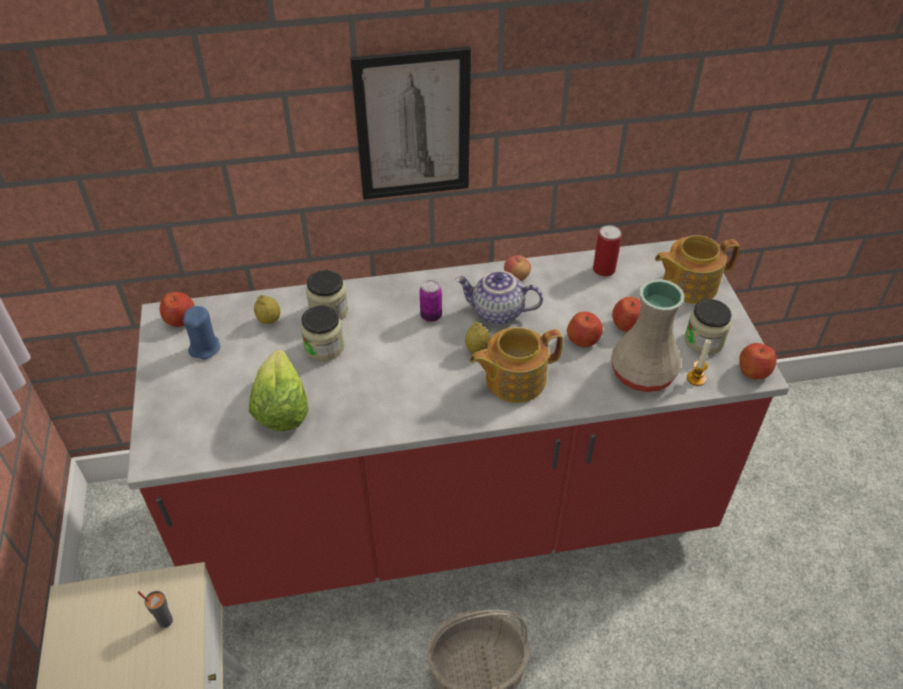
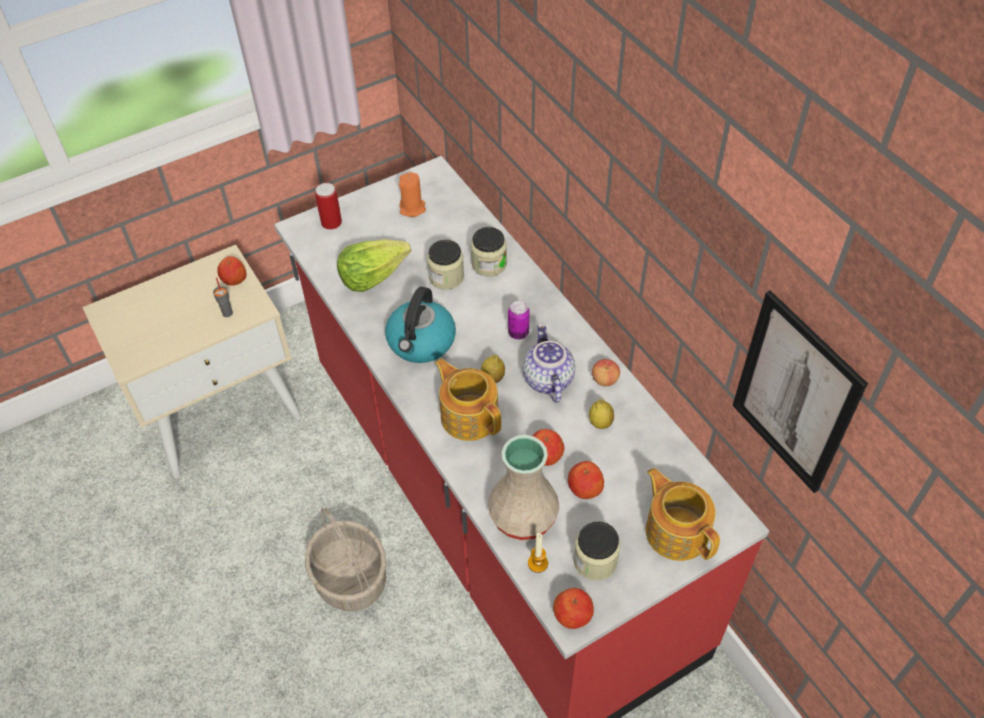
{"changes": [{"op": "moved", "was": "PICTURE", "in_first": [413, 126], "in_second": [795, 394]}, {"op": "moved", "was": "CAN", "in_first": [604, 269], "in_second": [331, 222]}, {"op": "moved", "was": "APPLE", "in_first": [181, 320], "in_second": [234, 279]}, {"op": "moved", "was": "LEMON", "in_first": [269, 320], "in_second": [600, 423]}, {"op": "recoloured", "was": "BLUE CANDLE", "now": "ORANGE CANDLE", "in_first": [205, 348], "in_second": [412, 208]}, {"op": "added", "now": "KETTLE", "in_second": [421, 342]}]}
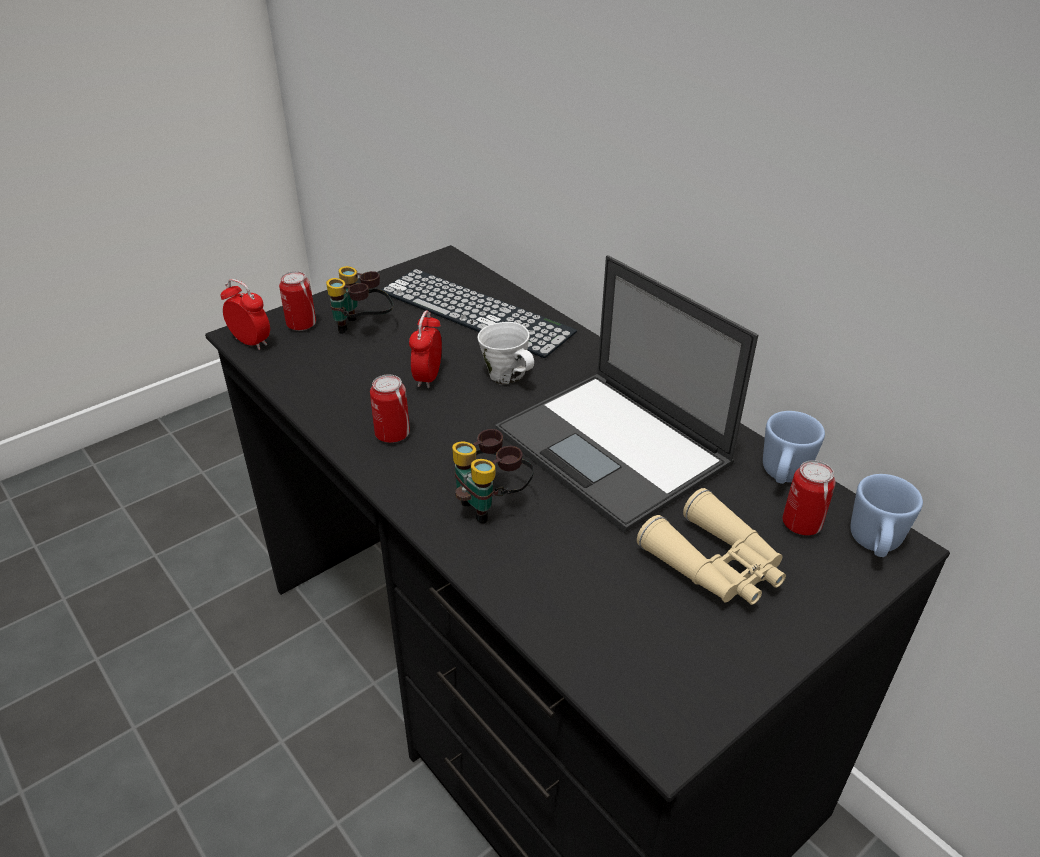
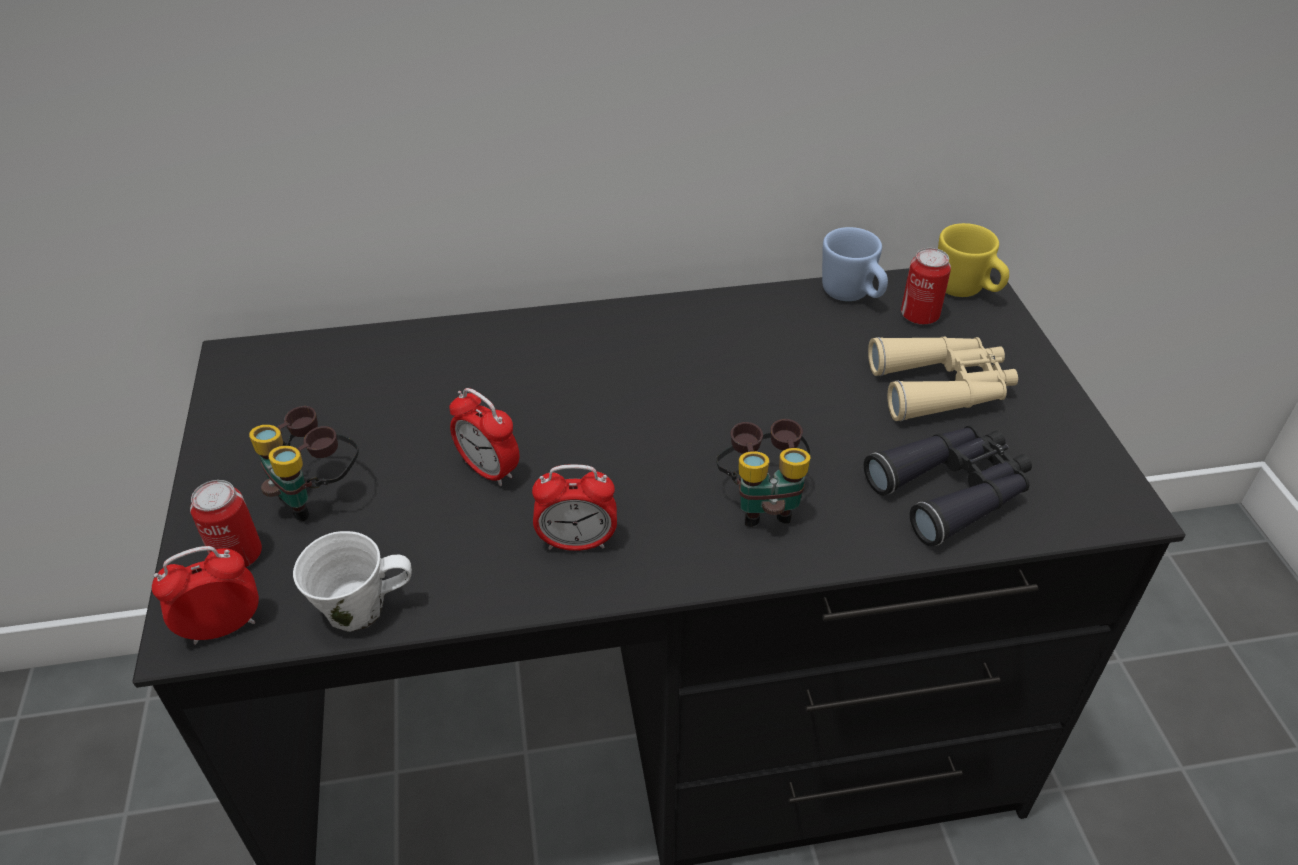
{"changes": [{"op": "removed", "was": "LAPTOP", "in_first": [614, 449]}, {"op": "removed", "was": "KEYBOARD", "in_first": [475, 311]}, {"op": "moved", "was": "WHITE MUG", "in_first": [507, 376], "in_second": [360, 609]}, {"op": "replaced", "was": "CAN", "now": "ALARM CLOCK", "in_first": [392, 434], "in_second": [577, 542]}, {"op": "recoloured", "was": "BLUE MUG", "now": "YELLOW MUG", "in_first": [874, 545], "in_second": [966, 291]}, {"op": "added", "now": "BLACK BINOCULARS", "in_second": [952, 490]}]}
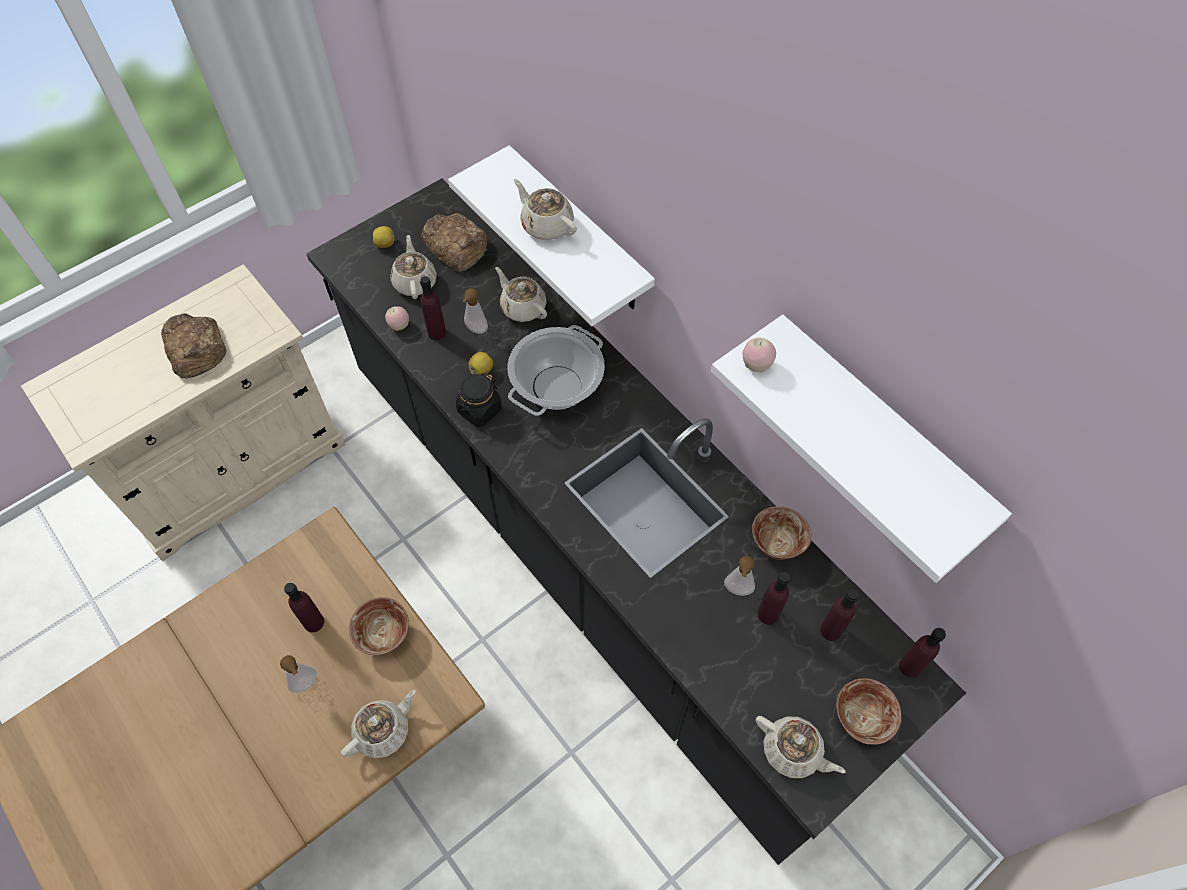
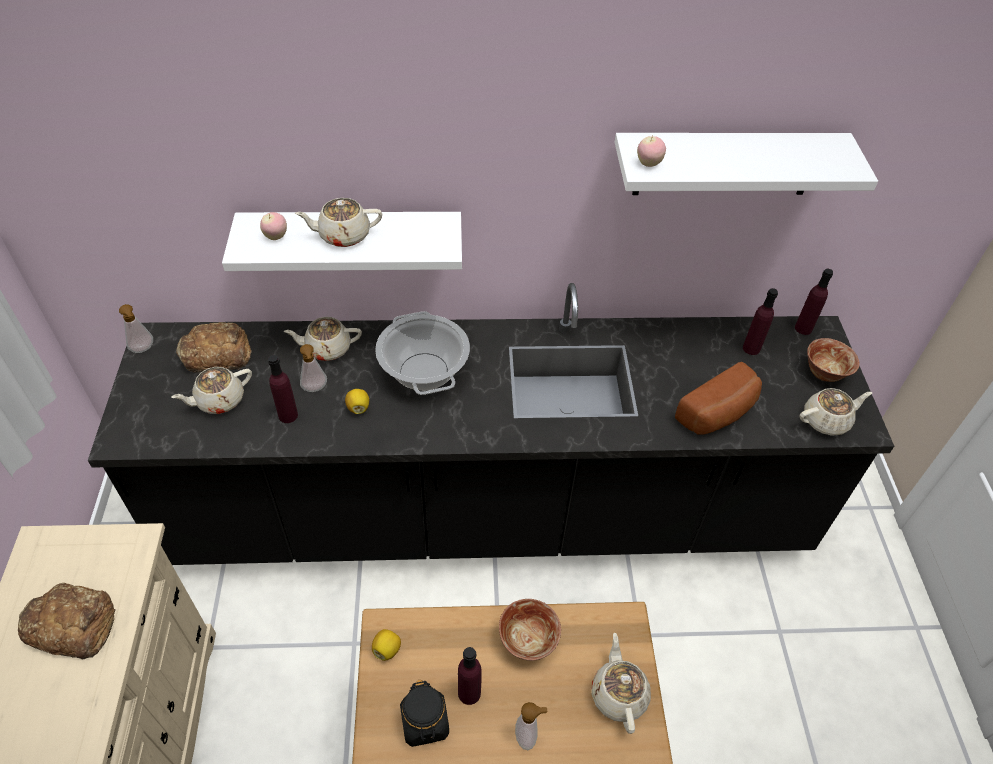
{"changes": [{"op": "moved", "was": "LEMON", "in_first": [385, 244], "in_second": [387, 649]}, {"op": "turned", "was": "BEIGE TEAPOT", "in_first": [415, 282], "in_second": [219, 400], "clockwise": -60}, {"op": "moved", "was": "APPLE", "in_first": [399, 326], "in_second": [276, 236]}, {"op": "moved", "was": "BLACK JAR", "in_first": [479, 410], "in_second": [425, 722]}, {"op": "removed", "was": "BOWL", "in_first": [776, 544]}, {"op": "moved", "was": "SOAP DISPENSER", "in_first": [737, 591], "in_second": [143, 350]}, {"op": "removed", "was": "PURPLE BOTTLE", "in_first": [768, 614]}, {"op": "added", "now": "BREAD", "in_second": [719, 414]}]}
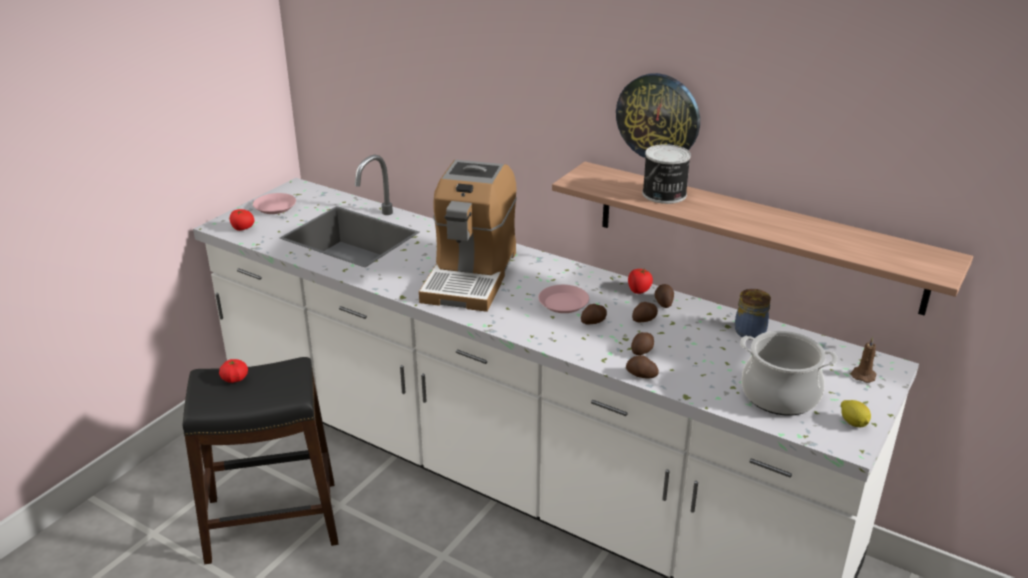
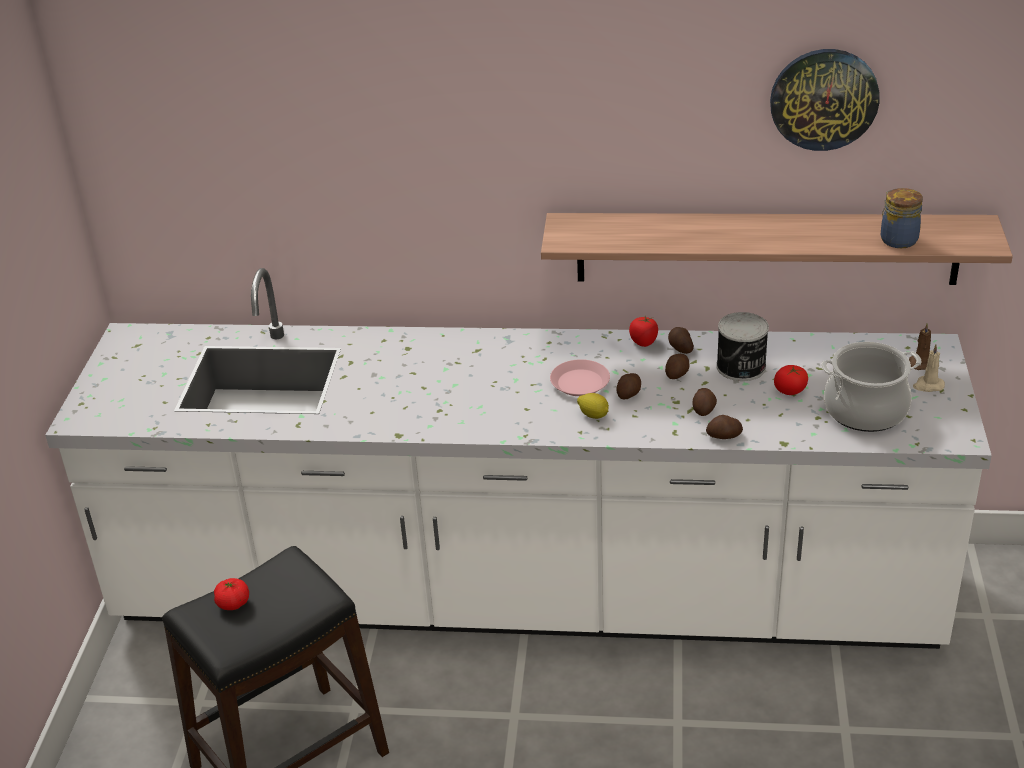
{"changes": [{"op": "moved", "was": "WALL CLOCK", "in_first": [658, 117], "in_second": [824, 99]}, {"op": "moved", "was": "CAN", "in_first": [664, 194], "in_second": [741, 367]}, {"op": "removed", "was": "COFFEE MACHINE", "in_first": [470, 276]}, {"op": "removed", "was": "PINK PLATE", "in_first": [275, 207]}, {"op": "moved", "was": "TOMATO", "in_first": [242, 228], "in_second": [790, 391]}, {"op": "moved", "was": "JAR", "in_first": [749, 331], "in_second": [897, 239]}, {"op": "moved", "was": "LEMON", "in_first": [853, 423], "in_second": [593, 415]}, {"op": "added", "now": "BEIGE CANDLE", "in_second": [928, 385]}]}
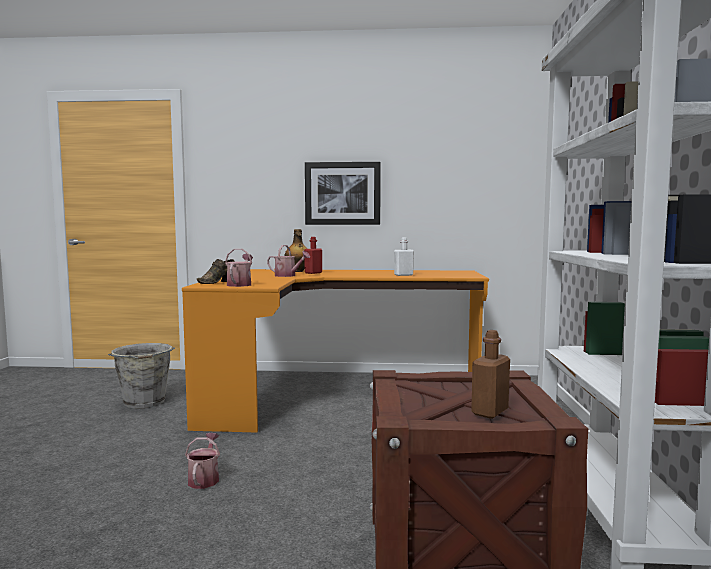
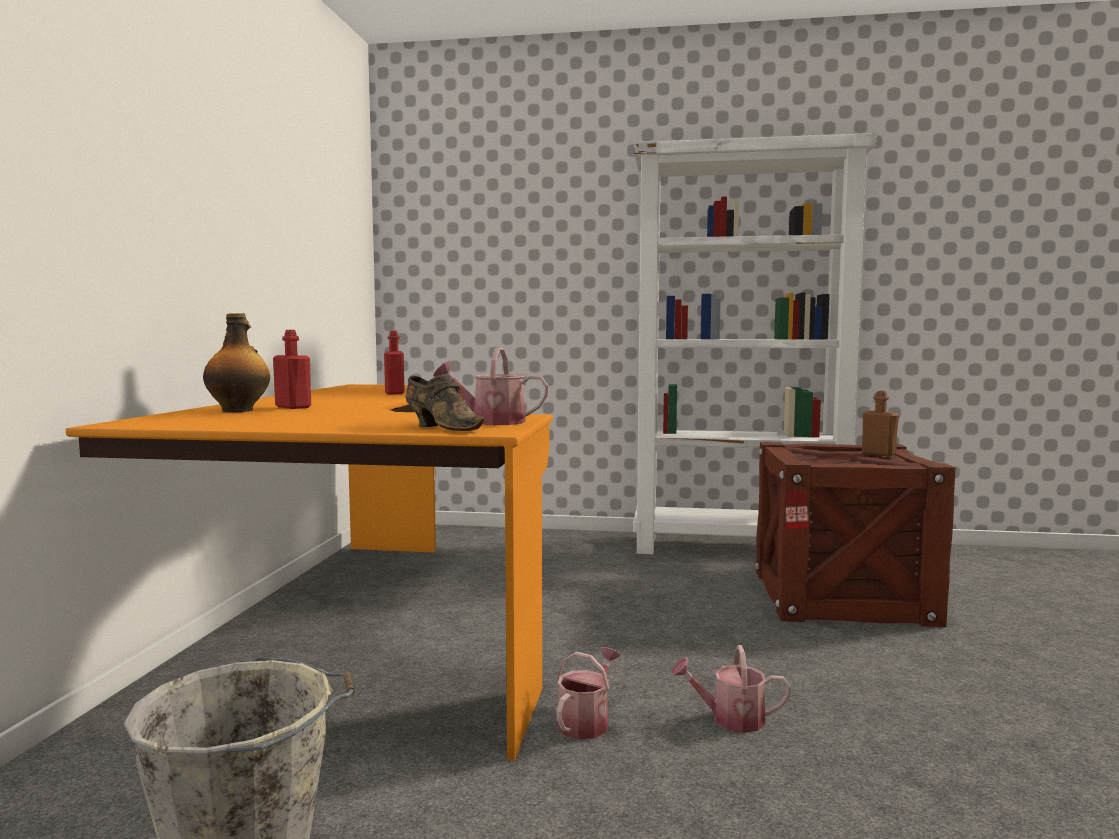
{"changes": [{"op": "removed", "was": "PICTURE", "in_first": [342, 193]}, {"op": "recoloured", "was": "WHITE BOTTLE", "now": "RED BOTTLE", "in_first": [403, 275], "in_second": [394, 393]}, {"op": "moved", "was": "WATERING CAN", "in_first": [288, 276], "in_second": [586, 722]}]}
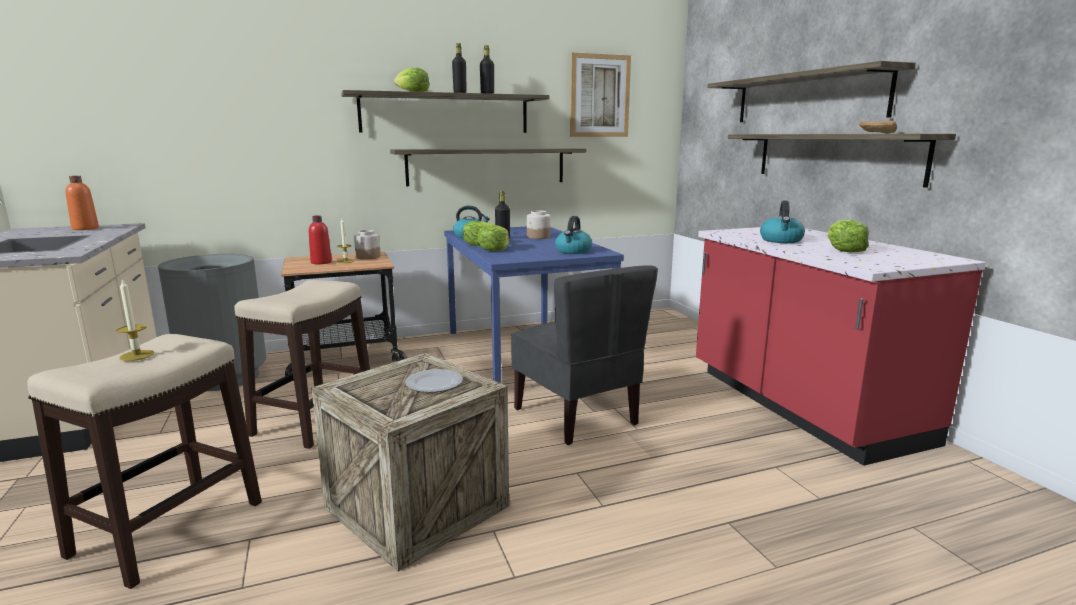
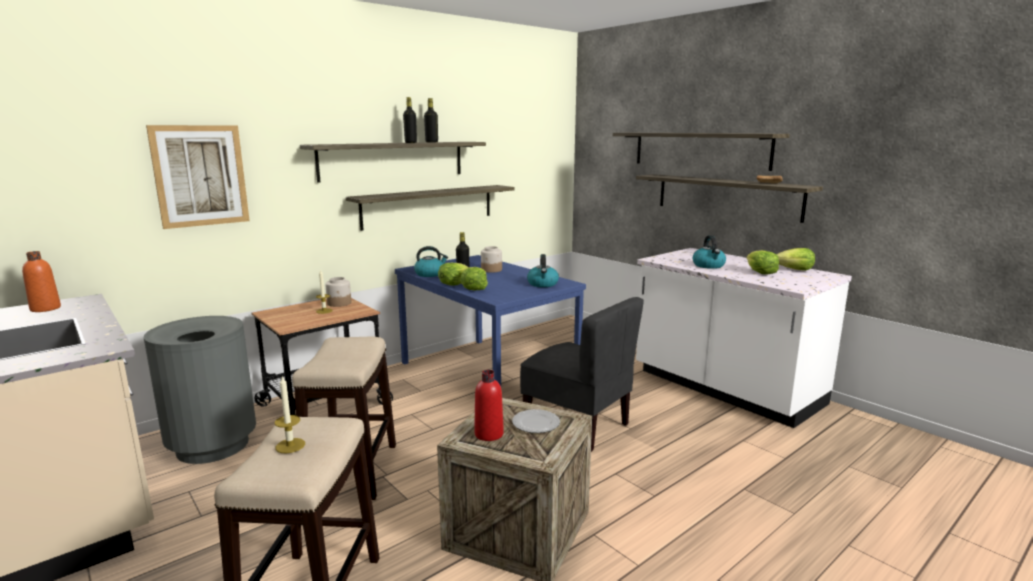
{"changes": [{"op": "moved", "was": "PICTURE", "in_first": [599, 96], "in_second": [200, 176]}, {"op": "moved", "was": "LETTUCE", "in_first": [412, 92], "in_second": [794, 270]}, {"op": "moved", "was": "RED BOTTLE", "in_first": [321, 262], "in_second": [489, 434]}, {"op": "recoloured", "was": "RED COUNTER", "now": "WHITE COUNTER", "in_first": [801, 406], "in_second": [725, 388]}]}
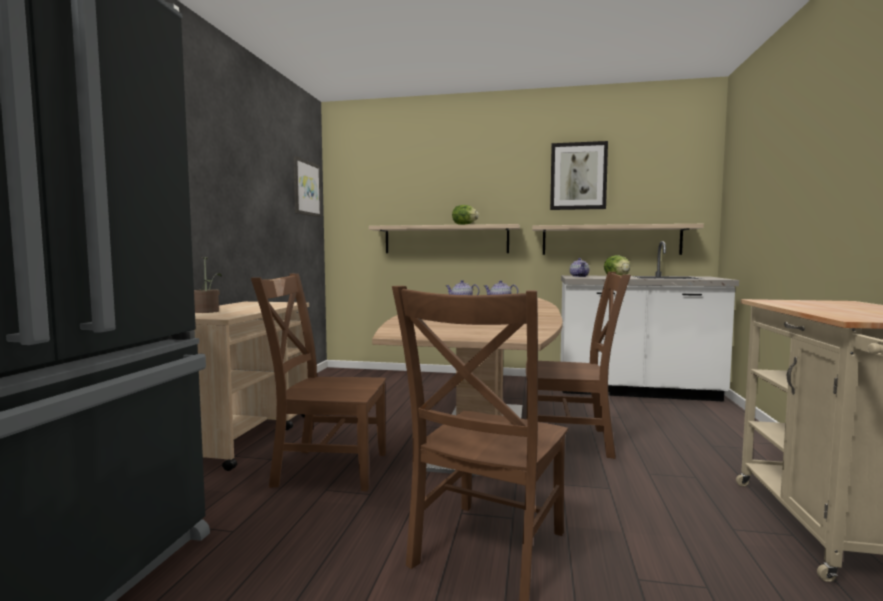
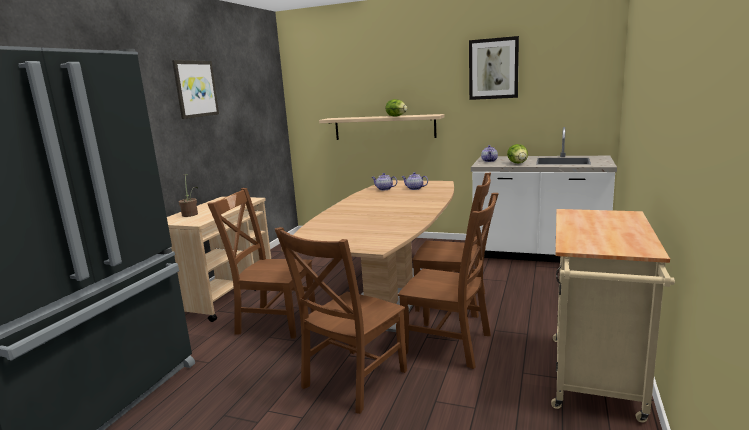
{"changes": [{"op": "moved", "was": "PICTURE", "in_first": [306, 188], "in_second": [195, 89]}, {"op": "removed", "was": "SHELF", "in_first": [610, 240]}, {"op": "added", "now": "BROWN CHAIR", "in_second": [451, 345]}]}
